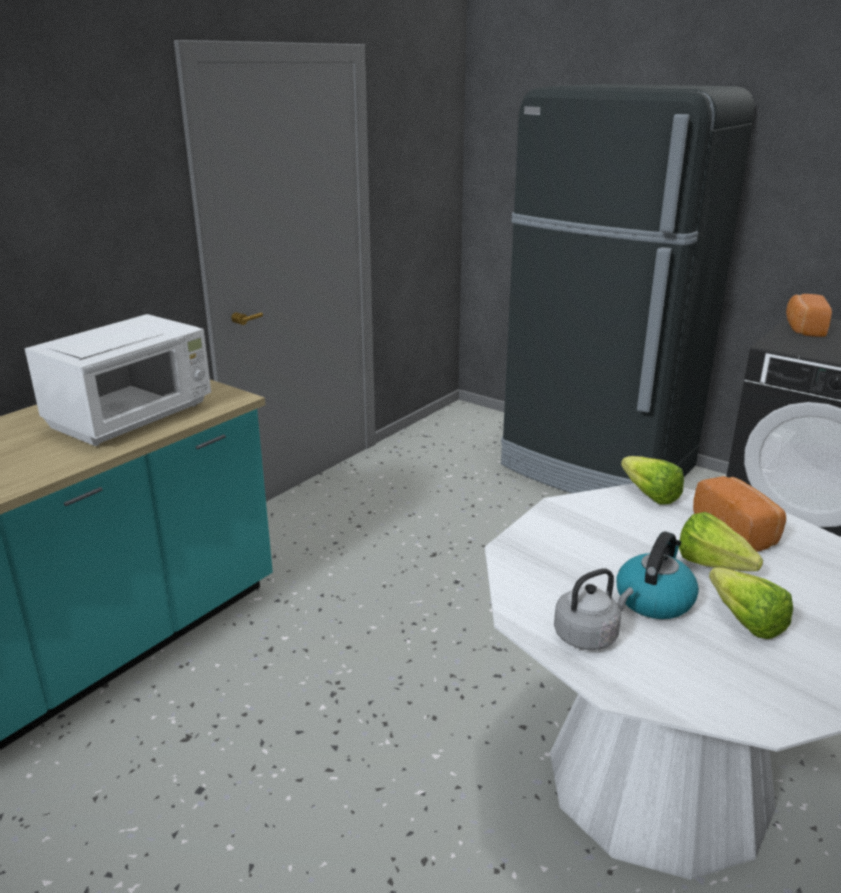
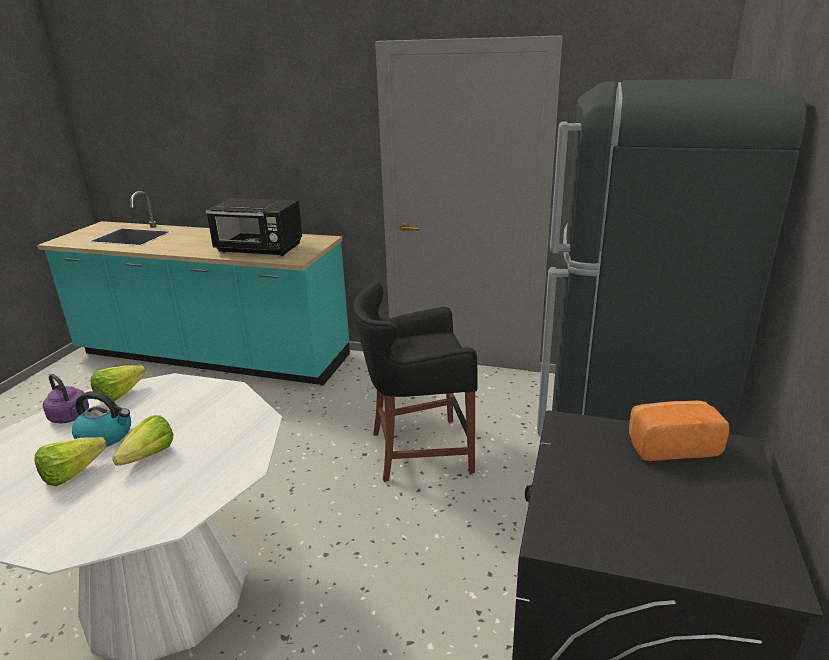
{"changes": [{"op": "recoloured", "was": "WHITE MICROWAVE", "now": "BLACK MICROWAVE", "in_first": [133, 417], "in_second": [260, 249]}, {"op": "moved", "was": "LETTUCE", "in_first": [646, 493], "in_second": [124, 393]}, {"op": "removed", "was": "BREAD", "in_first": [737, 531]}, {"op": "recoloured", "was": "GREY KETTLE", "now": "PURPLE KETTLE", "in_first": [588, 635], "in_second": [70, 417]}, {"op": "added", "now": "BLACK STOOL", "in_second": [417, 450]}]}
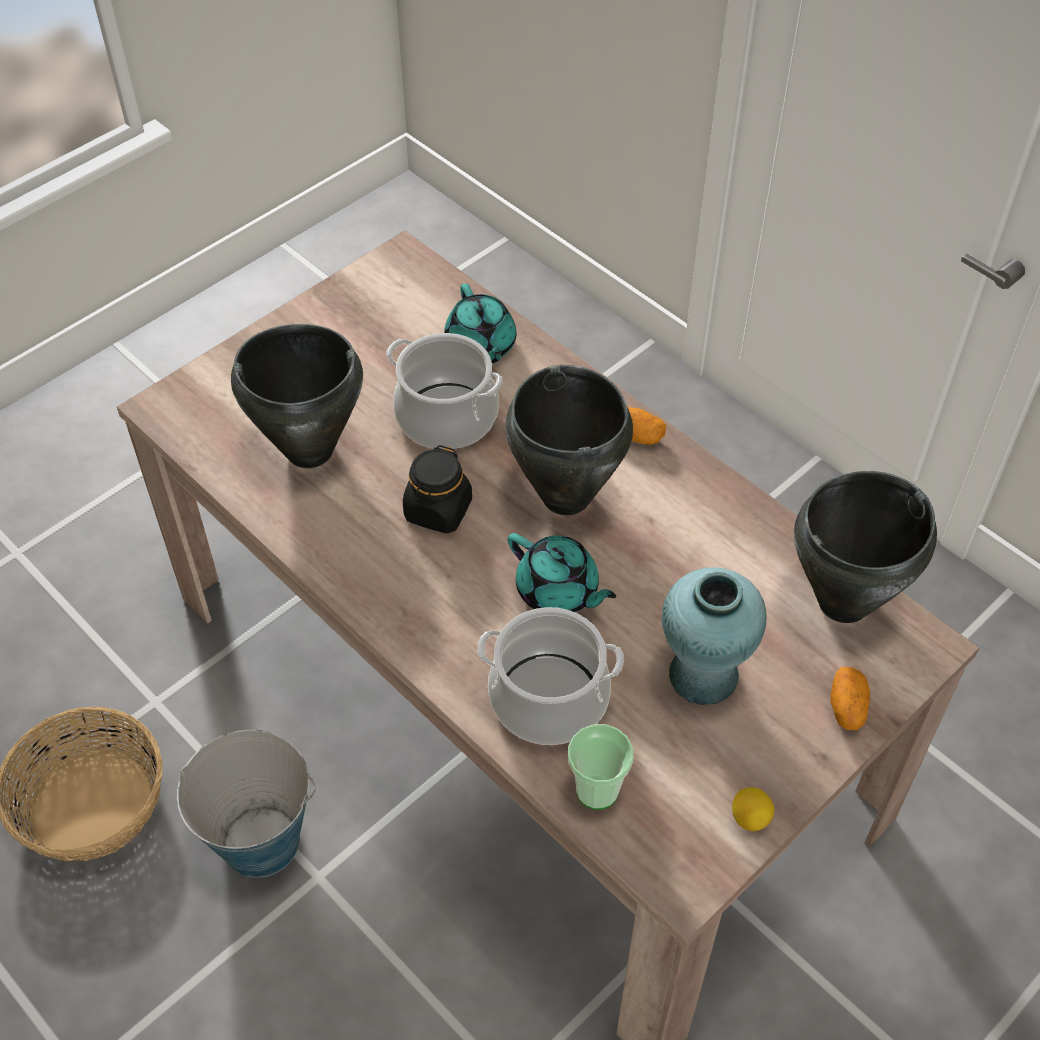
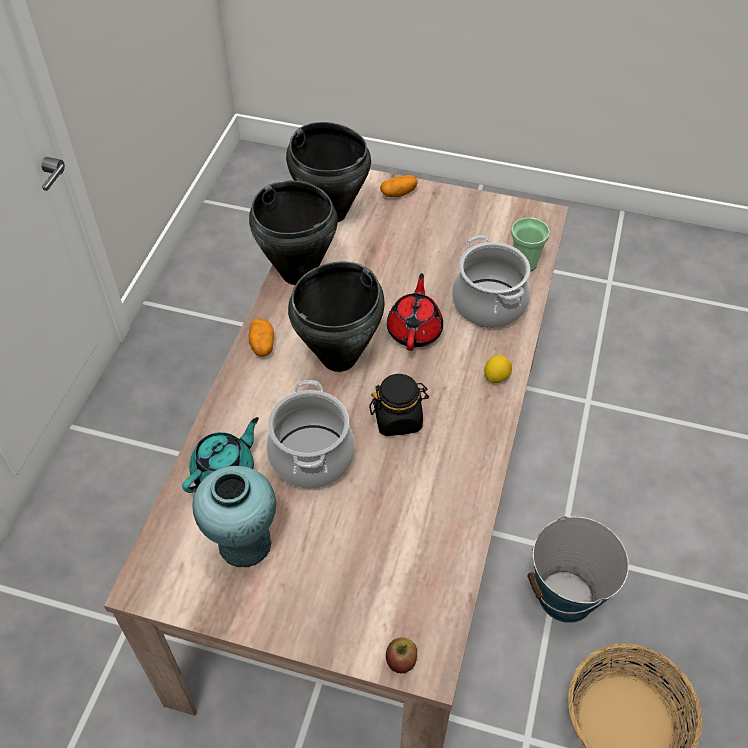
{"changes": [{"op": "moved", "was": "BLACK COOKING POT", "in_first": [308, 449], "in_second": [298, 274]}, {"op": "recoloured", "was": "TURQUOISE TEAPOT", "now": "RED TEAPOT", "in_first": [558, 591], "in_second": [415, 330]}, {"op": "moved", "was": "TURQUOISE VASE", "in_first": [702, 675], "in_second": [244, 544]}, {"op": "moved", "was": "LEMON", "in_first": [750, 818], "in_second": [496, 377]}, {"op": "added", "now": "APPLE", "in_second": [401, 660]}]}
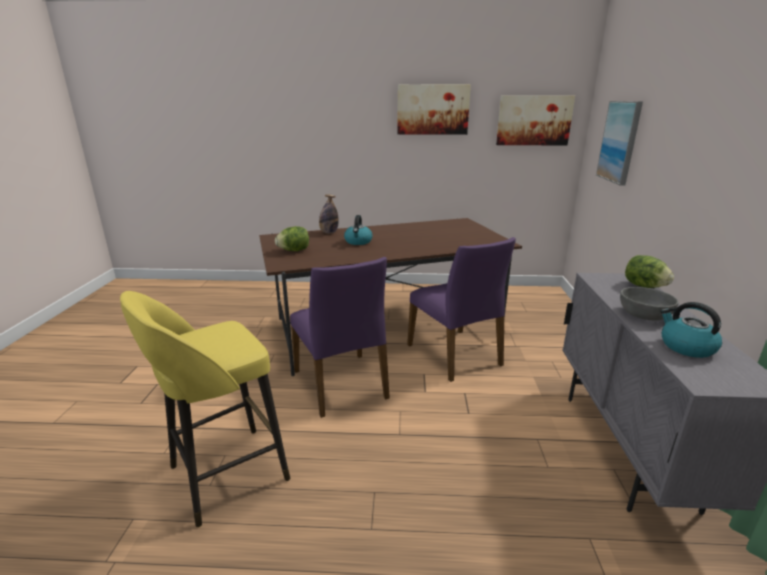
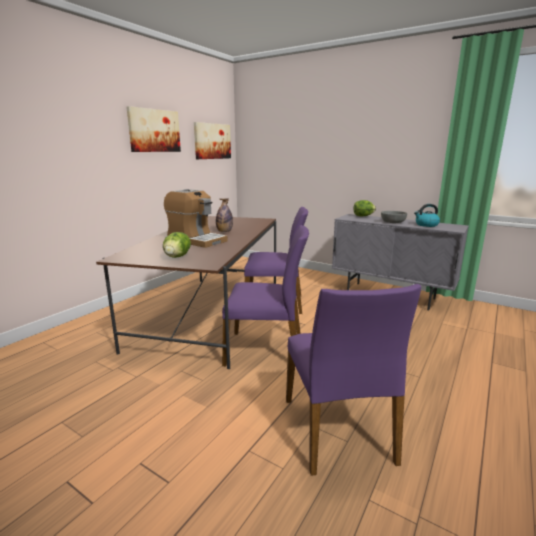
{"changes": [{"op": "removed", "was": "PICTURE", "in_first": [619, 142]}, {"op": "moved", "was": "BOTTLE", "in_first": [329, 232], "in_second": [224, 231]}, {"op": "replaced", "was": "KETTLE", "now": "COFFEE MACHINE", "in_first": [358, 242], "in_second": [196, 240]}, {"op": "replaced", "was": "YELLOW STOOL", "now": "PURPLE CHAIR", "in_first": [225, 475], "in_second": [339, 430]}]}
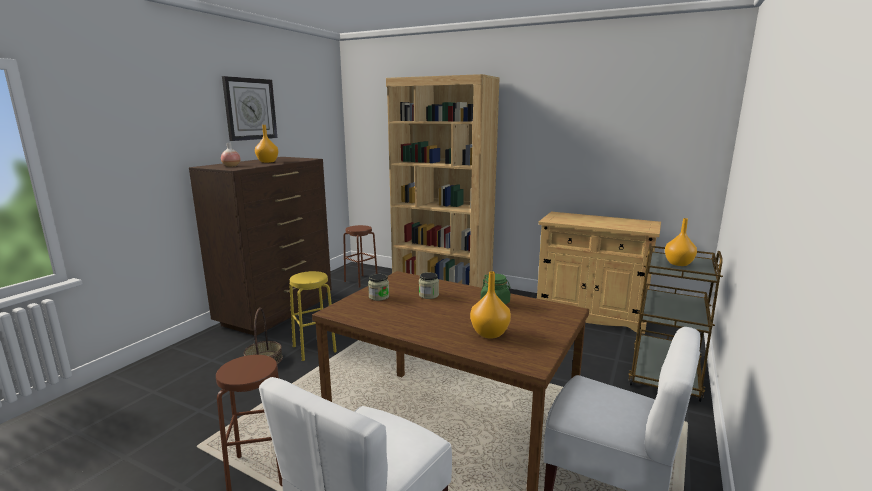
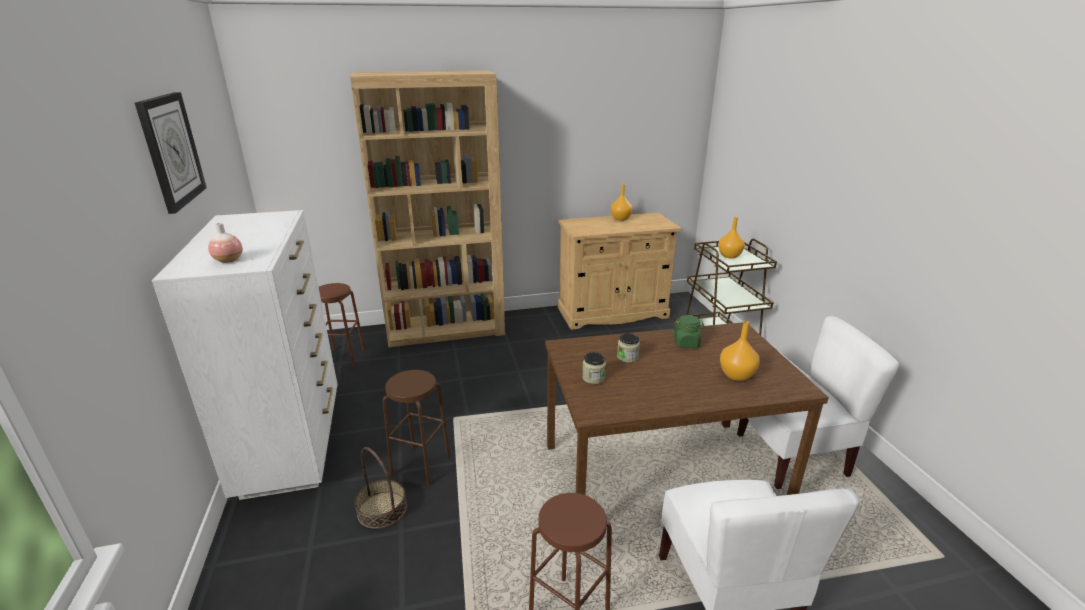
{"changes": [{"op": "moved", "was": "ORANGE VASE", "in_first": [267, 162], "in_second": [621, 219]}, {"op": "recoloured", "was": "BROWN DRESSER", "now": "WHITE DRESSER", "in_first": [278, 311], "in_second": [293, 441]}, {"op": "recoloured", "was": "YELLOW STOOL", "now": "BROWN STOOL", "in_first": [314, 349], "in_second": [420, 465]}]}
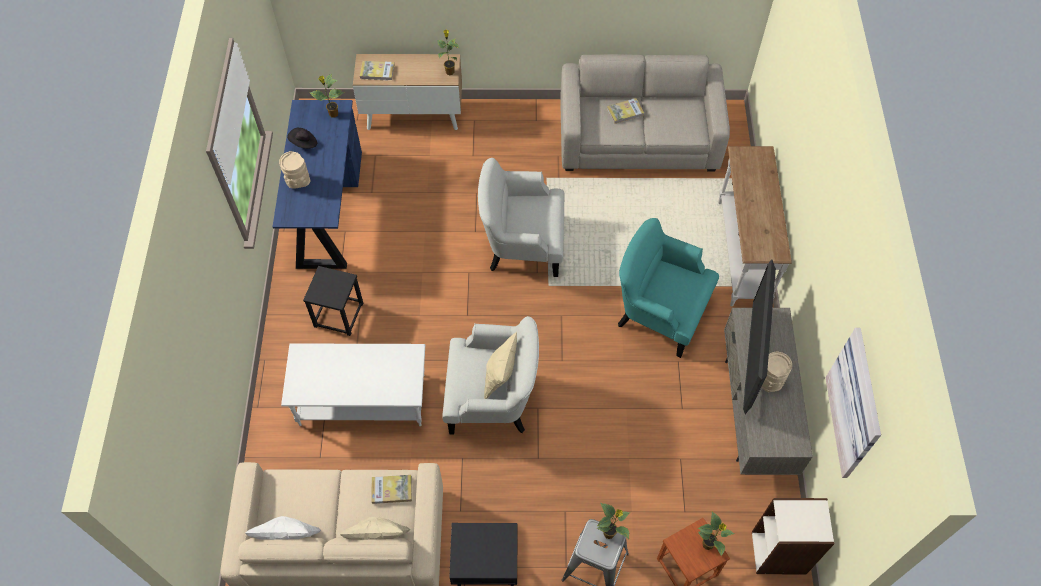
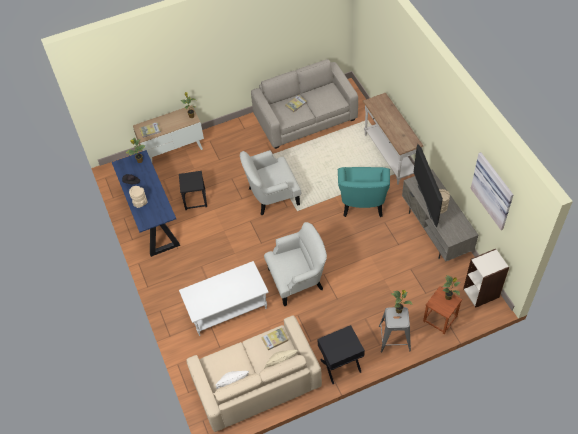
{"changes": [{"op": "turned", "was": "TURQUOISE ARMCHAIR", "in_first": [659, 312], "in_second": [362, 202], "clockwise": -90}, {"op": "moved", "was": "BLACK STOOL", "in_first": [339, 315], "in_second": [195, 200]}, {"op": "removed", "was": "BEIGE PILLOW", "in_first": [500, 377]}]}
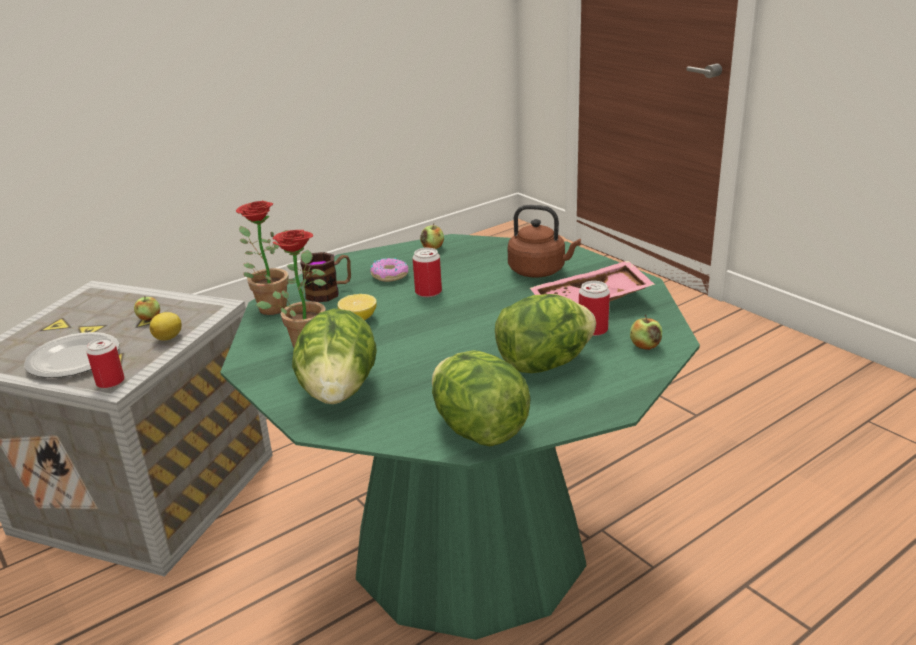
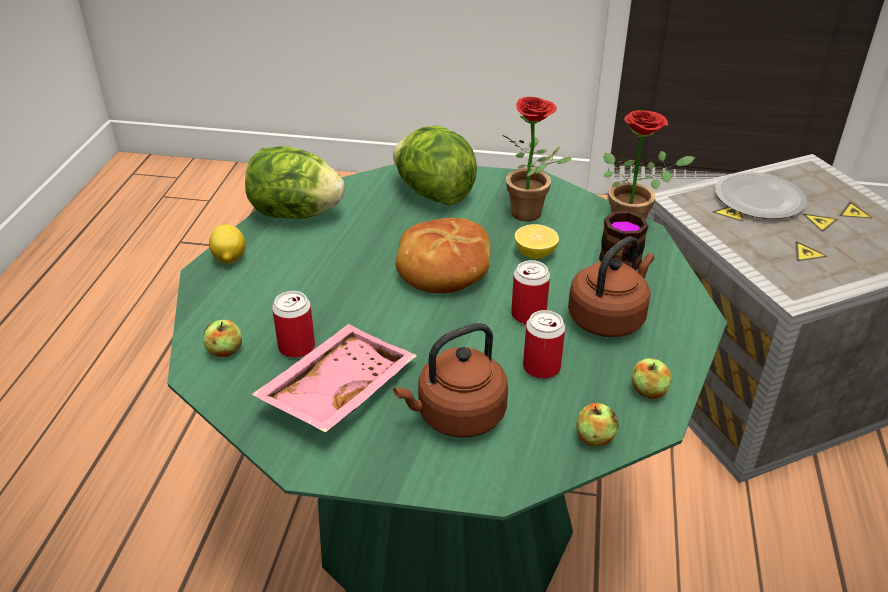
{"changes": [{"op": "replaced", "was": "DONUT", "now": "BROWN KETTLE", "in_first": [390, 275], "in_second": [608, 318]}, {"op": "removed", "was": "LETTUCE", "in_first": [544, 364]}, {"op": "moved", "was": "APPLE", "in_first": [149, 318], "in_second": [594, 438]}, {"op": "moved", "was": "LEMON", "in_first": [169, 337], "in_second": [229, 259]}, {"op": "moved", "was": "CAN", "in_first": [110, 382], "in_second": [541, 367]}, {"op": "added", "now": "BREAD", "in_second": [443, 269]}]}
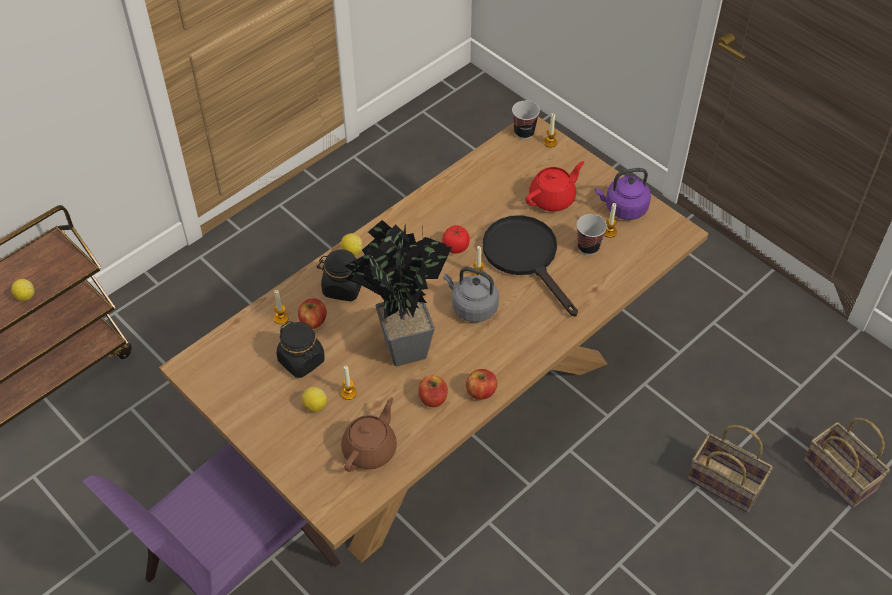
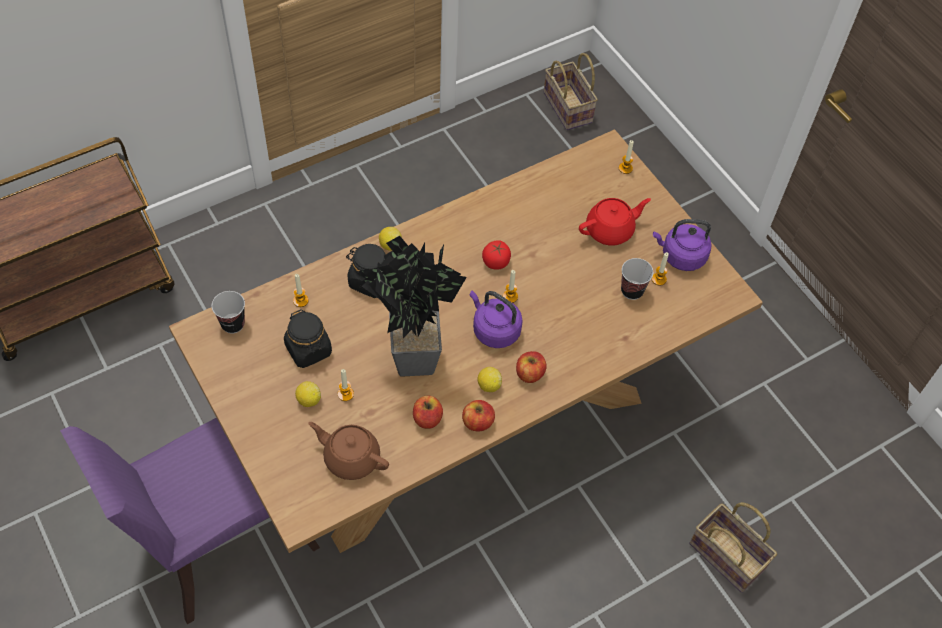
{"changes": [{"op": "moved", "was": "CUP", "in_first": [524, 132], "in_second": [233, 324]}, {"op": "removed", "was": "BLACK FRYING PAN", "in_first": [526, 257]}, {"op": "recoloured", "was": "GREY KETTLE", "now": "PURPLE KETTLE", "in_first": [472, 307], "in_second": [494, 330]}, {"op": "moved", "was": "LEMON", "in_first": [25, 296], "in_second": [489, 385]}, {"op": "moved", "was": "APPLE", "in_first": [313, 321], "in_second": [529, 374]}, {"op": "turned", "was": "BROWN TEAPOT", "in_first": [370, 449], "in_second": [351, 458], "clockwise": -105}, {"op": "moved", "was": "BASKET", "in_first": [842, 476], "in_second": [569, 108]}]}
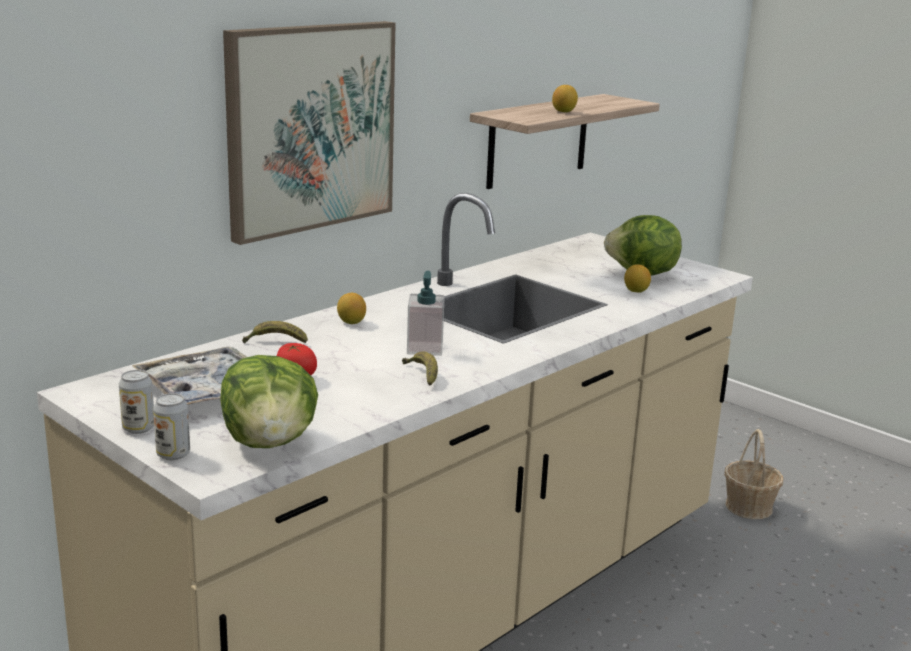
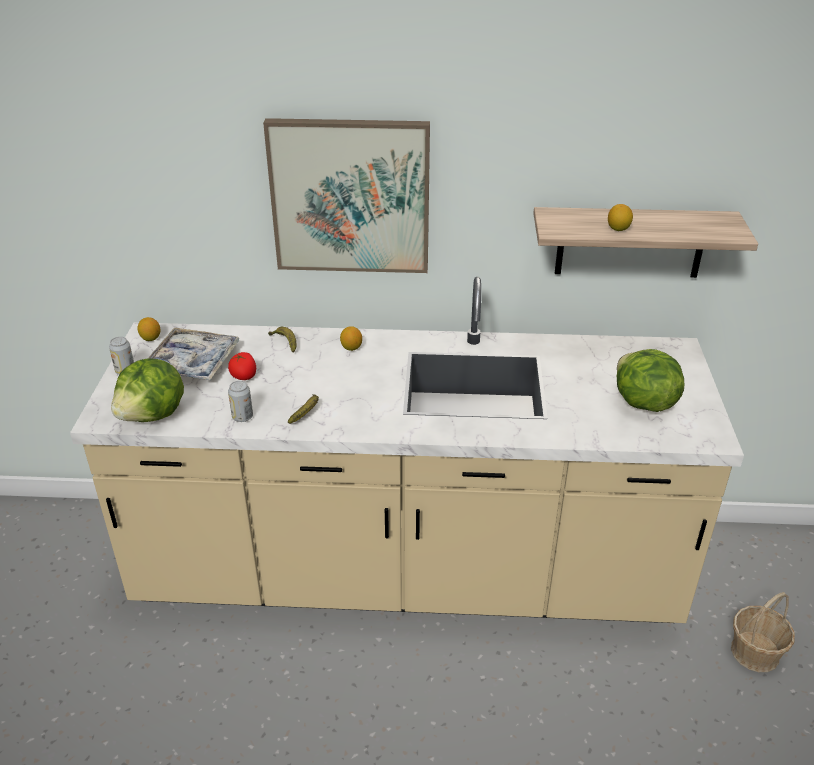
{"changes": [{"op": "moved", "was": "LEMON", "in_first": [636, 291], "in_second": [150, 338]}, {"op": "removed", "was": "SOAP DISPENSER", "in_first": [425, 348]}, {"op": "moved", "was": "CAN", "in_first": [173, 454], "in_second": [242, 417]}]}
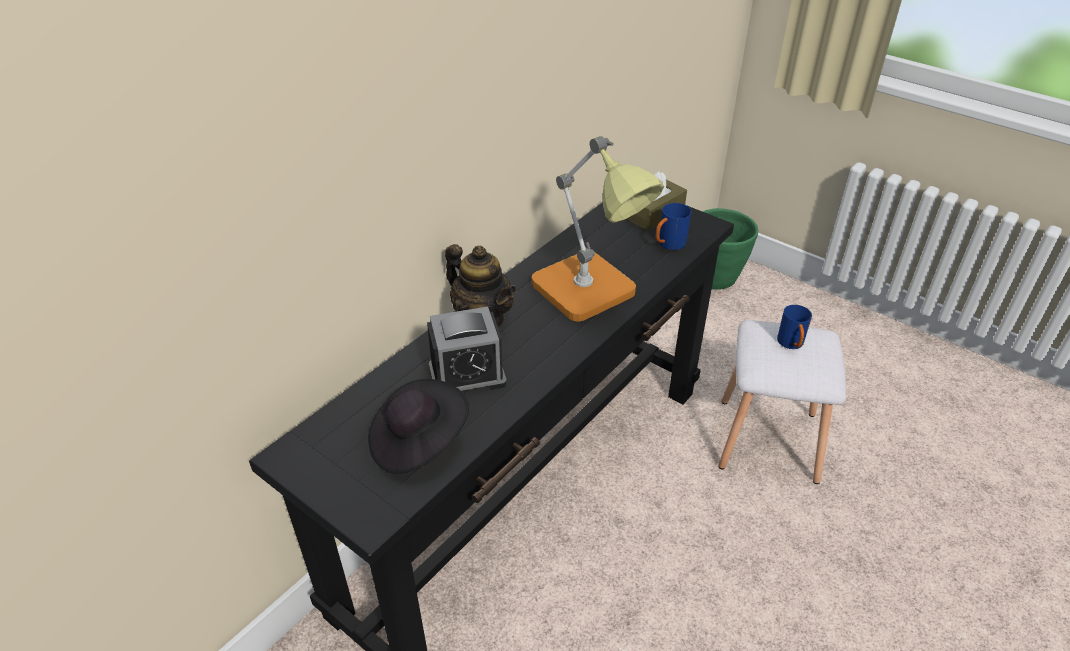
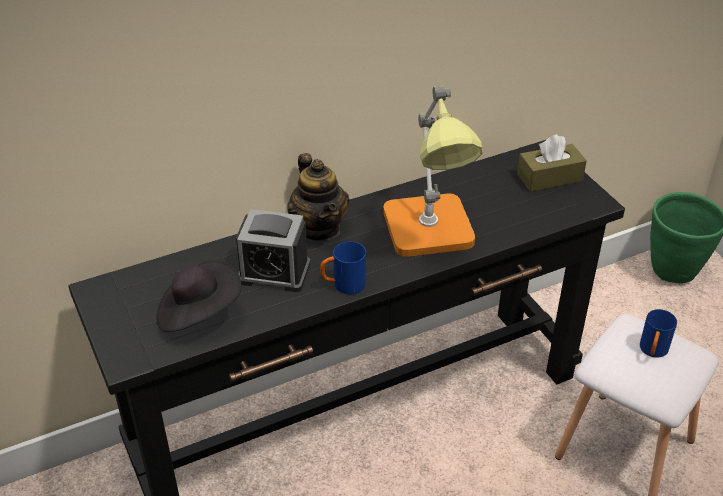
{"changes": [{"op": "moved", "was": "BLUE MUG", "in_first": [668, 245], "in_second": [343, 286]}]}
